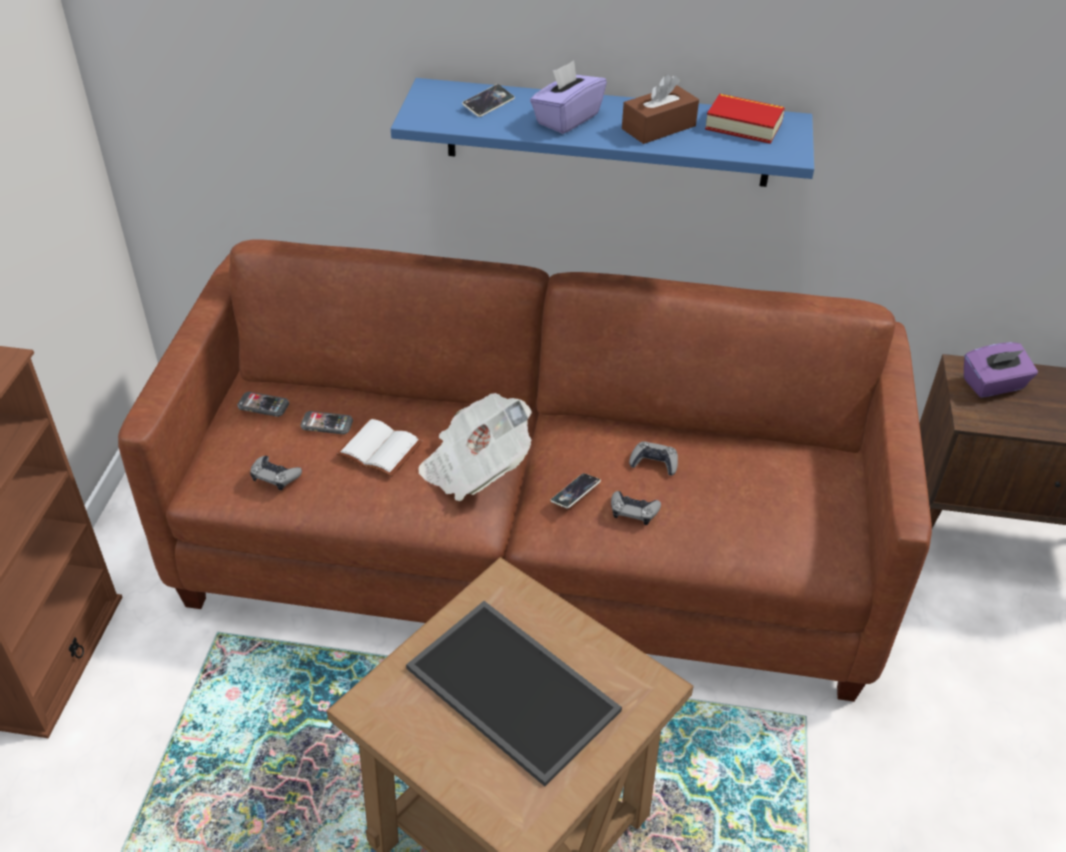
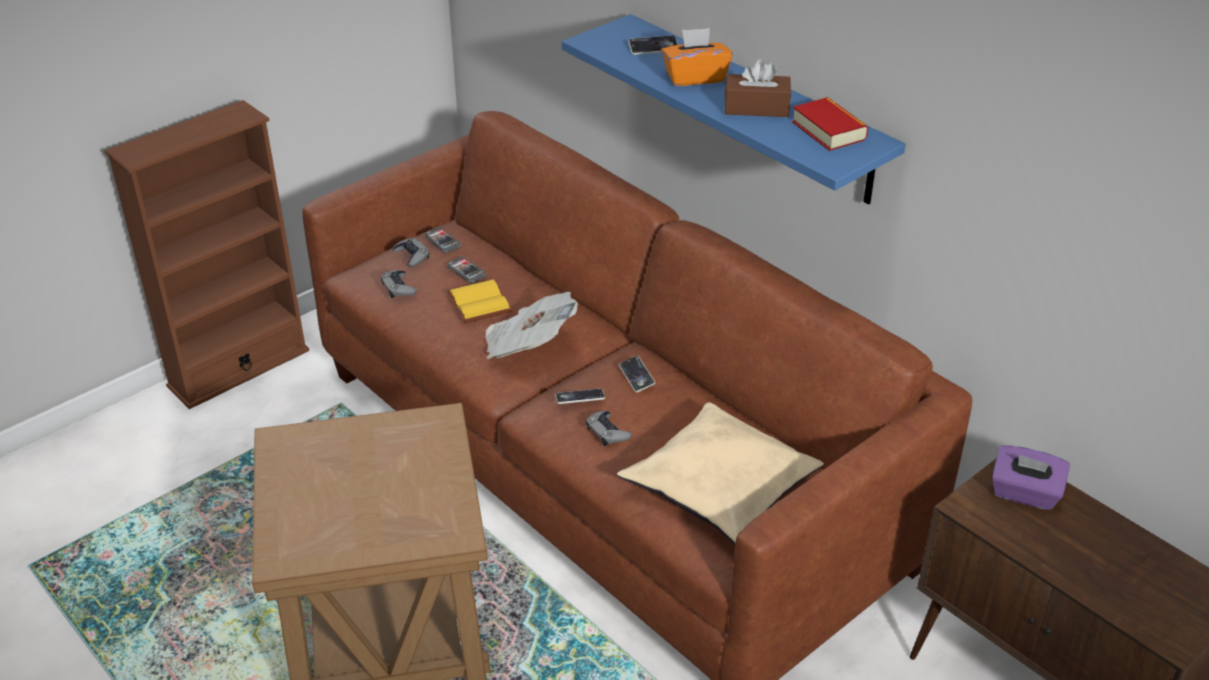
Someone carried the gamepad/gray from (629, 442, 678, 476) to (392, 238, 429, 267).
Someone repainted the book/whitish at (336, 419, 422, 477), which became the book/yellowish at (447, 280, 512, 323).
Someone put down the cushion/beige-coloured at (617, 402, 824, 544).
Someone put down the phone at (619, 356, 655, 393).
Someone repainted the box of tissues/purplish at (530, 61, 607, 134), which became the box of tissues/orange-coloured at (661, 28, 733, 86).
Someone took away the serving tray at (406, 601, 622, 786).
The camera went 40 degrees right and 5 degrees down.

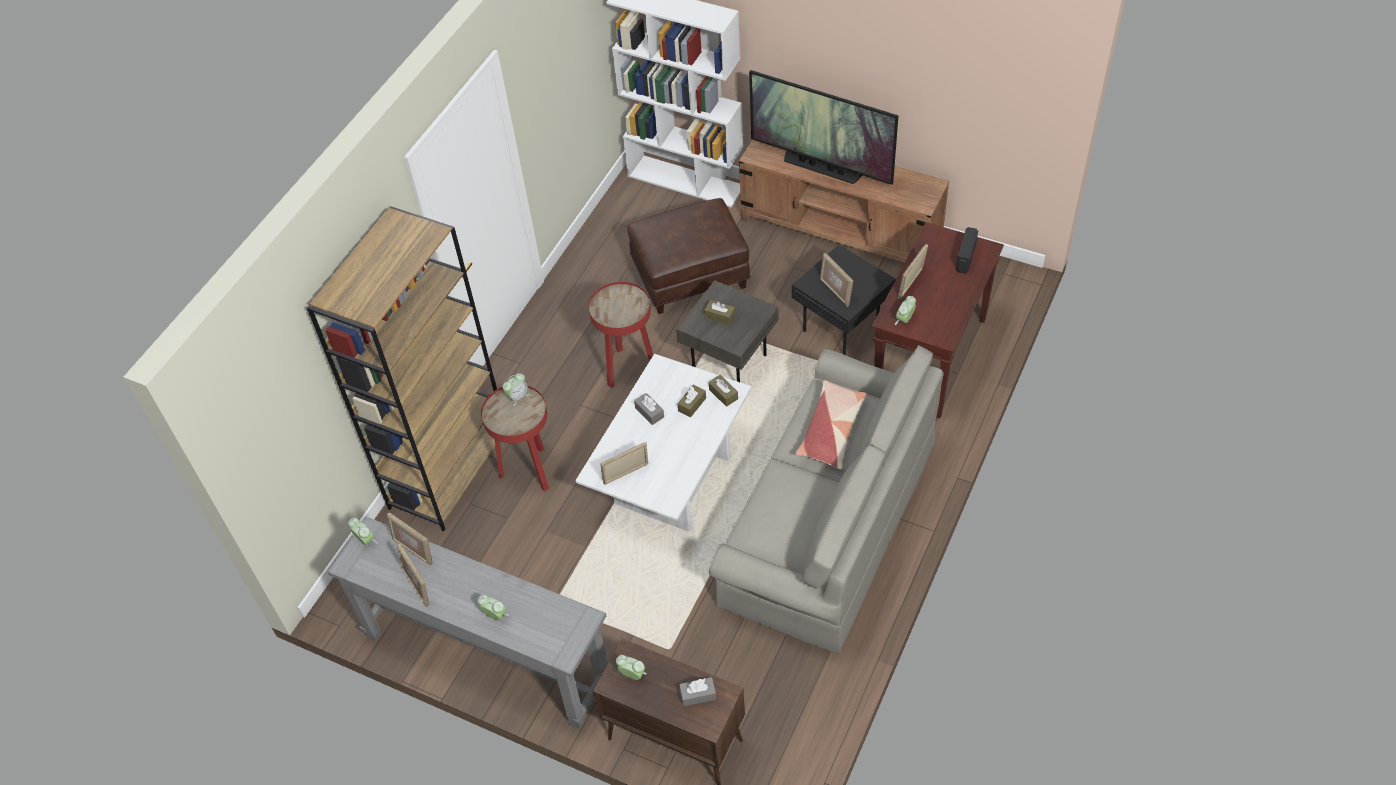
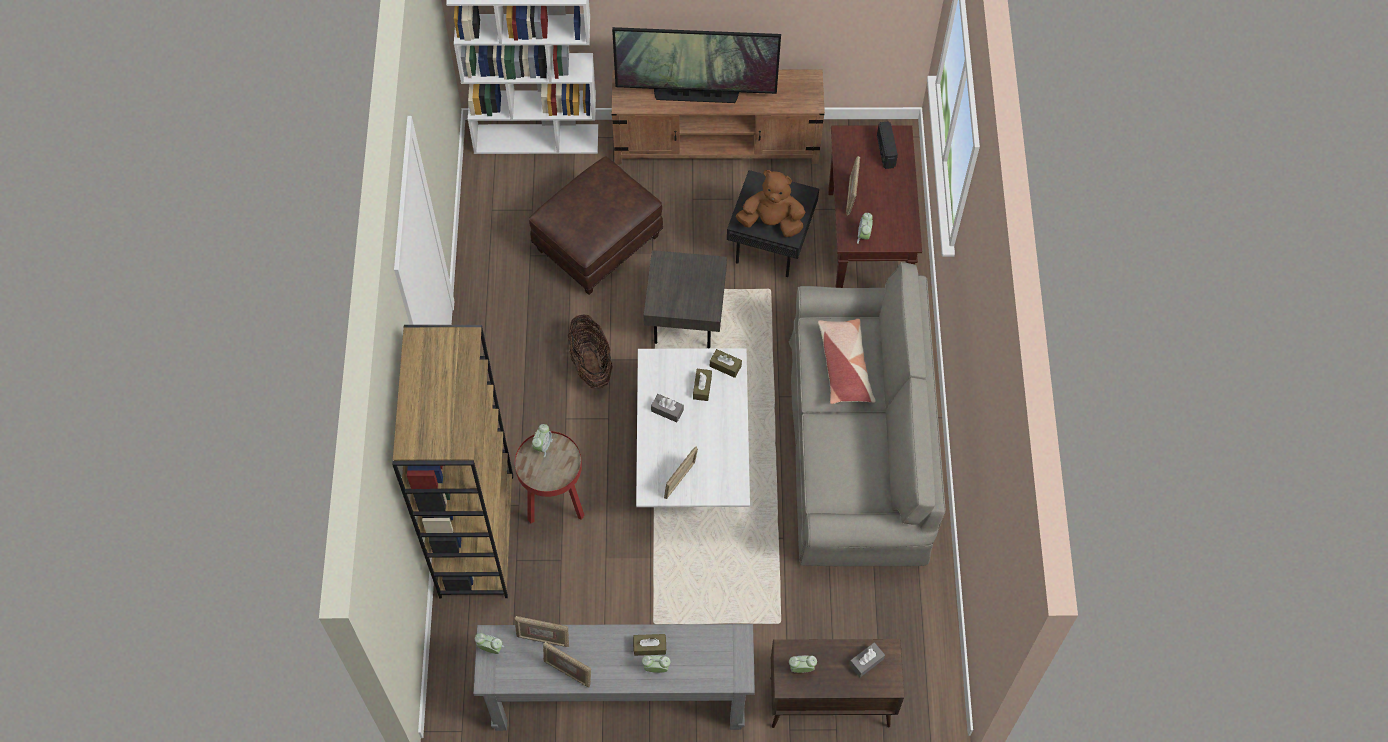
Someone swapped the end table/reddish at (589, 282, 653, 388) for the household basket at (568, 314, 613, 388).
Someone carried the box of tissues/brownish from (704, 300, 735, 325) to (633, 634, 666, 656).
Someone swapped the picture frame at (820, 253, 853, 307) for the plush toy/brownish at (736, 170, 805, 237).
The camera went 30 degrees left and 10 degrees up.

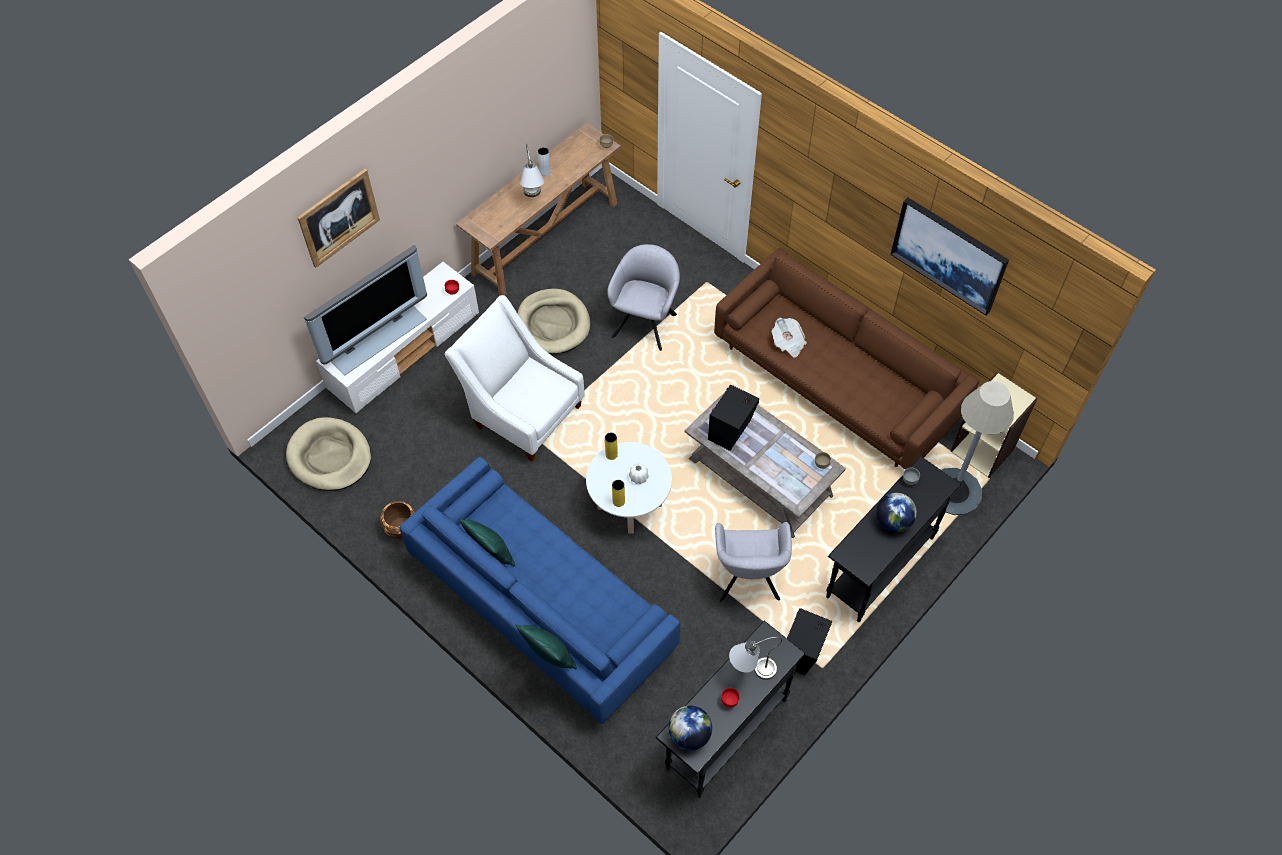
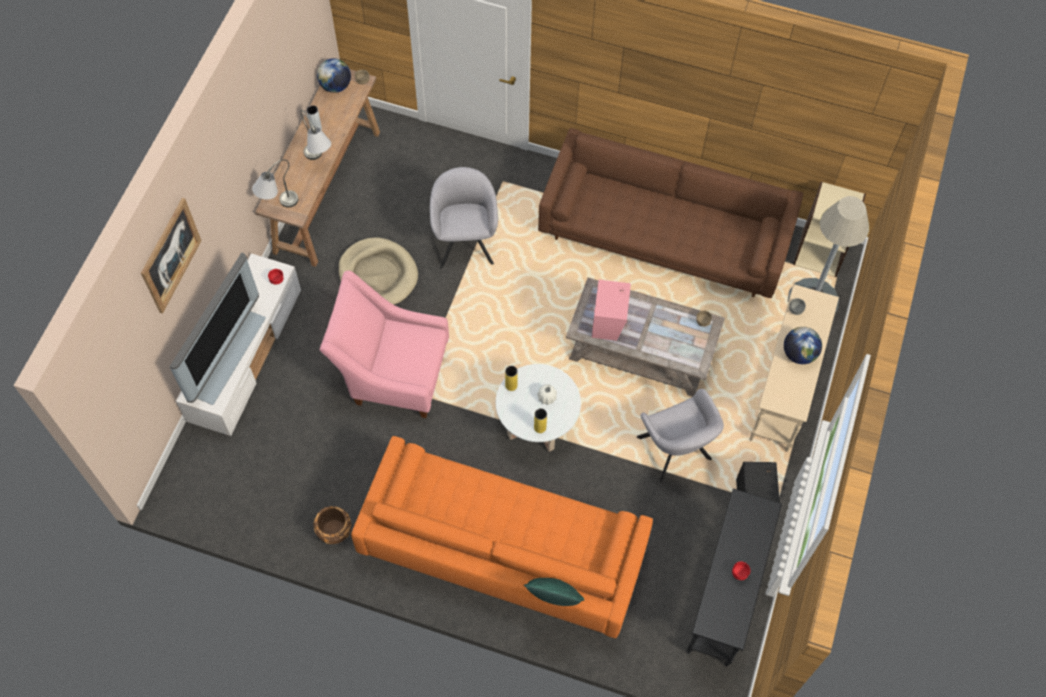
Someone carried the lamp for a table/gray from (729, 637, 782, 680) to (252, 159, 298, 208).
Someone carried the desk globe from (669, 705, 712, 750) to (317, 58, 351, 93).
Someone repainted the lounge chair/whitish at (444, 295, 585, 462), which became the lounge chair/pinkish at (320, 270, 449, 418).
Someone repainted the sofa/blue at (400, 457, 680, 724), which became the sofa/orange-coloured at (351, 436, 653, 638).
Someone repainted the loudspeaker/black at (708, 385, 759, 451), which became the loudspeaker/pinkish at (592, 280, 631, 341).
Someone repainted the hall table/black at (826, 456, 961, 622), which became the hall table/beige-coloured at (749, 284, 839, 452).
Someone took away the dog cushion/beige-coloured at (286, 417, 371, 491).
Someone took away the cushion/green at (459, 518, 515, 566).
Someone took away the newspaper at (772, 318, 807, 358).
Someone took away the wall picture at (890, 198, 1009, 315).
The camera went 25 degrees left and 5 degrees up.

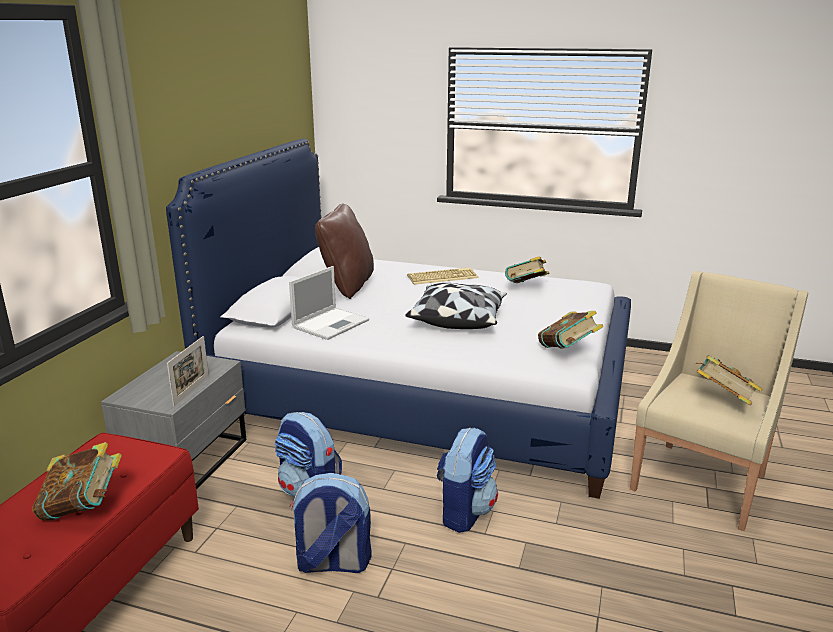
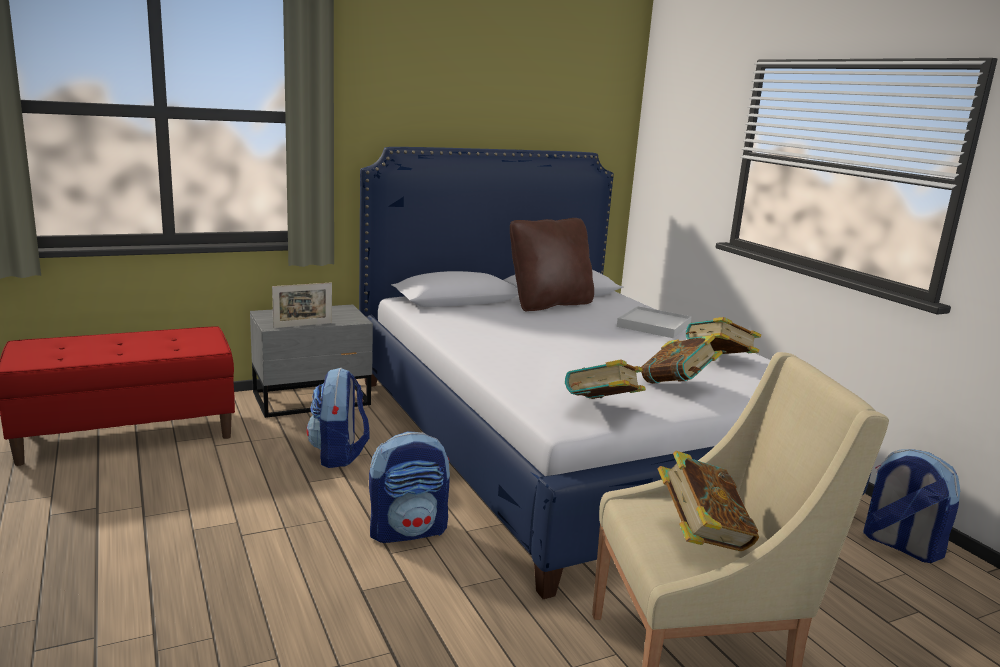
Someone swapped the PC keyboard at (407, 267, 478, 285) for the serving tray/whitish at (617, 306, 692, 338).
Someone carried the book from (32, 442, 122, 521) to (641, 335, 723, 384).
Someone carried the backpack from (290, 473, 372, 573) to (863, 449, 960, 563).
Someone took away the portable computer at (289, 266, 369, 340).
Someone took away the cushion at (405, 283, 507, 329).
The camera went 45 degrees right and 5 degrees down.

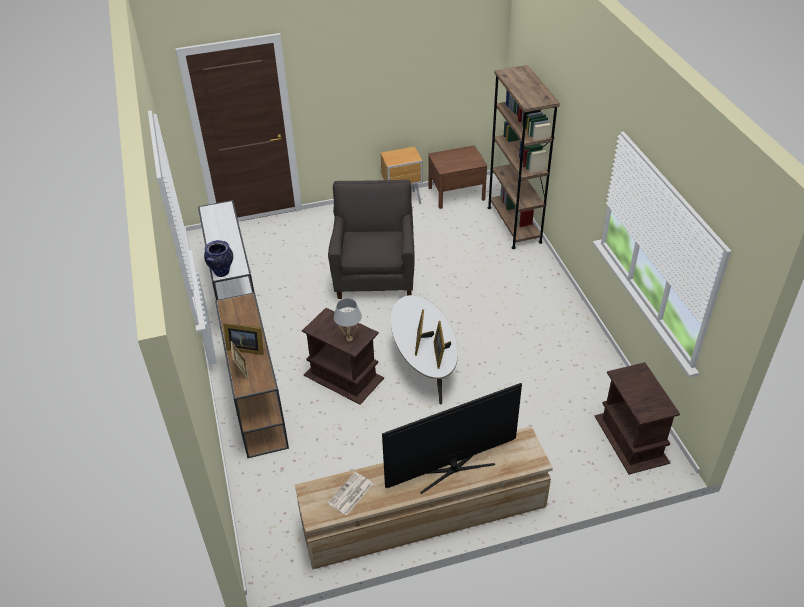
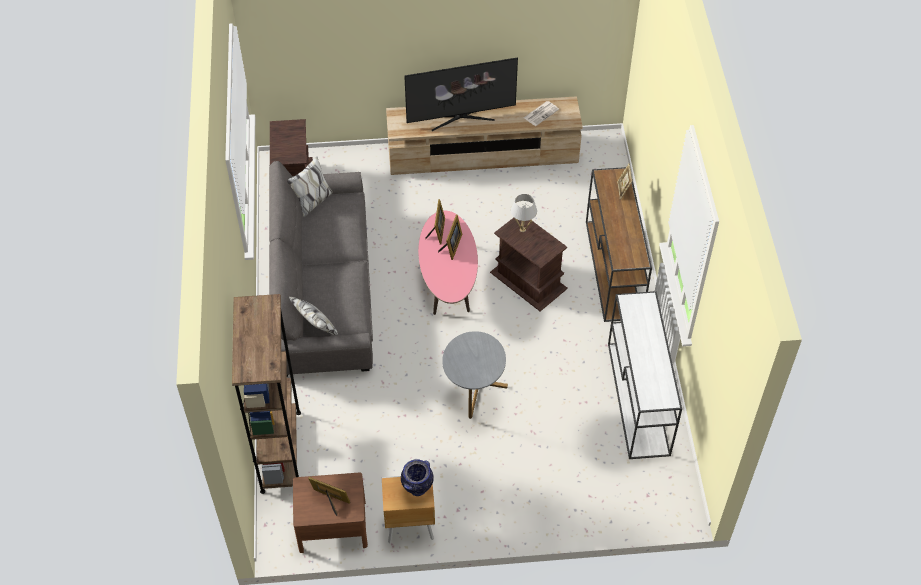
Someone put down the sofa/gray at (269, 156, 373, 377).
Someone carried the picture frame from (223, 323, 264, 355) to (308, 477, 350, 516).
Someone carried the decorative vase from (204, 240, 233, 277) to (401, 459, 434, 496).
Someone repainted the low table/whitish at (391, 295, 458, 405), which became the low table/pinkish at (418, 211, 478, 315).
Someone swapped the lounge chair/gray at (328, 179, 415, 299) for the end table/gray at (442, 331, 508, 419).
The camera went 170 degrees left and 10 degrees up.

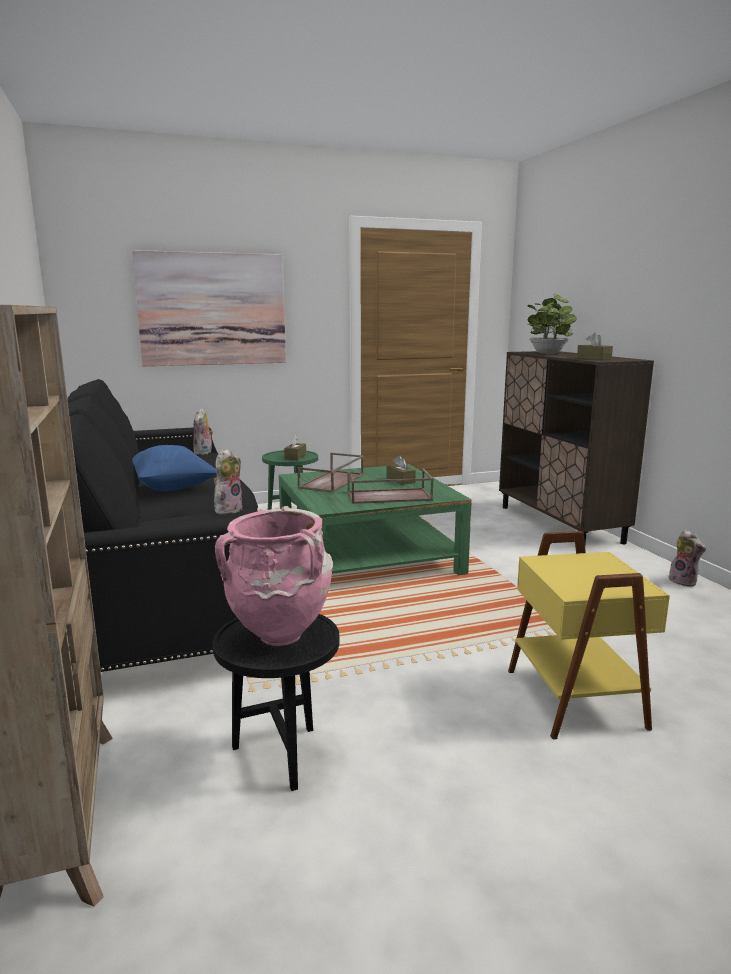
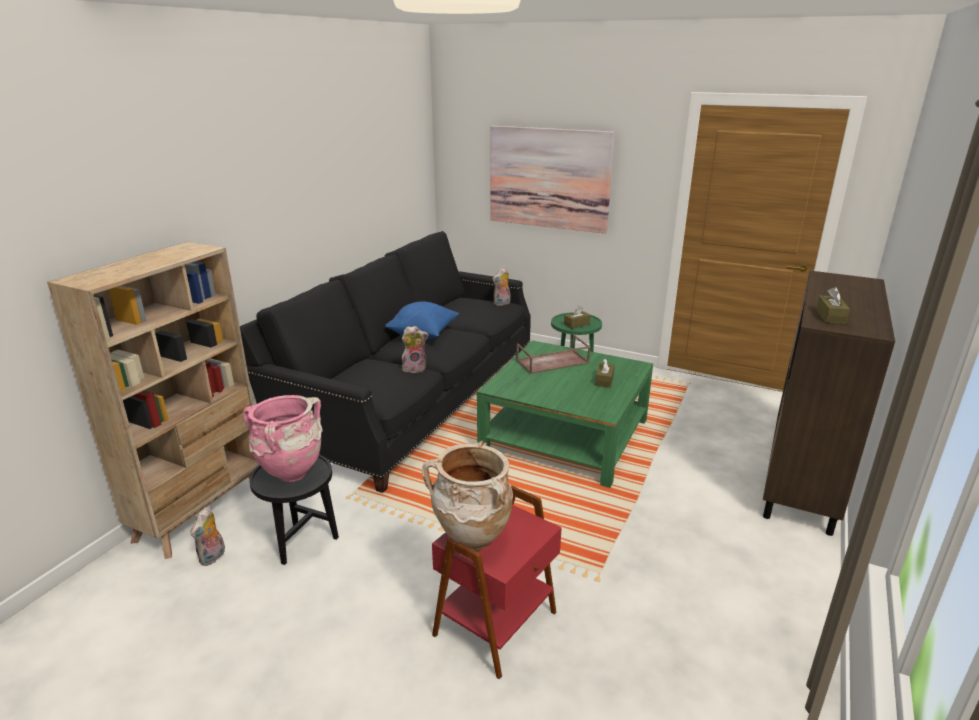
Someone carried the plush toy from (668, 530, 706, 587) to (191, 507, 225, 566).
Someone put down the decorative vase/beige-coloured at (422, 441, 513, 551).
Someone repainted the end table/yellowish at (508, 531, 670, 739), which became the end table/reddish at (432, 486, 562, 679).
Someone took away the serving tray/brownish at (347, 469, 434, 504).
Someone took away the plant in a pot at (527, 294, 577, 354).
The camera went 45 degrees right and 10 degrees up.

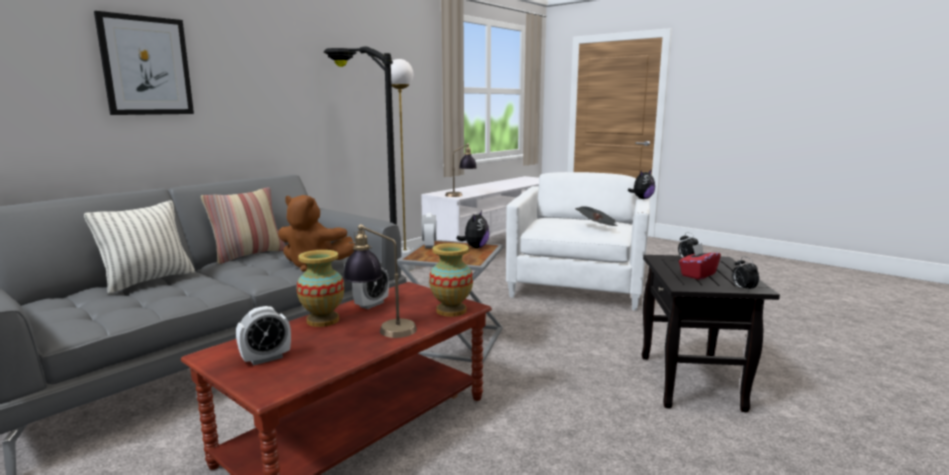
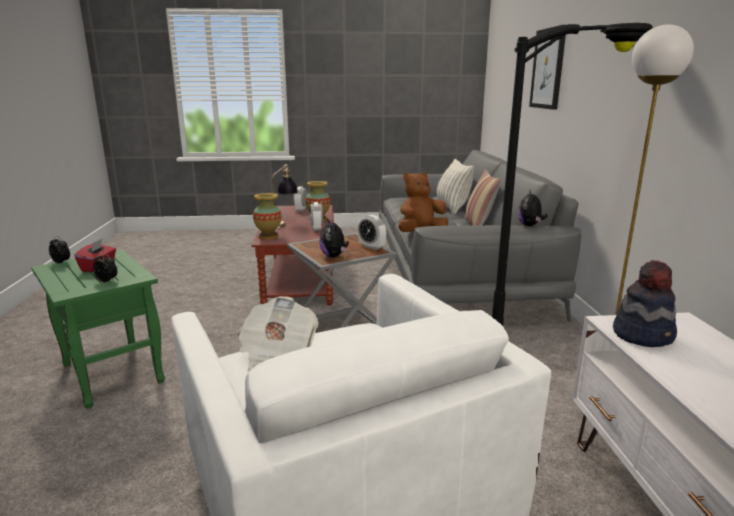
Someone repainted the end table/black at (642, 255, 780, 412), which became the end table/green at (31, 250, 165, 409).
Someone carried the plush toy from (628, 169, 655, 199) to (518, 191, 548, 226).
Someone swapped the lamp for a table at (445, 143, 477, 197) for the hat at (613, 260, 677, 347).
The camera went 135 degrees right and 5 degrees up.

